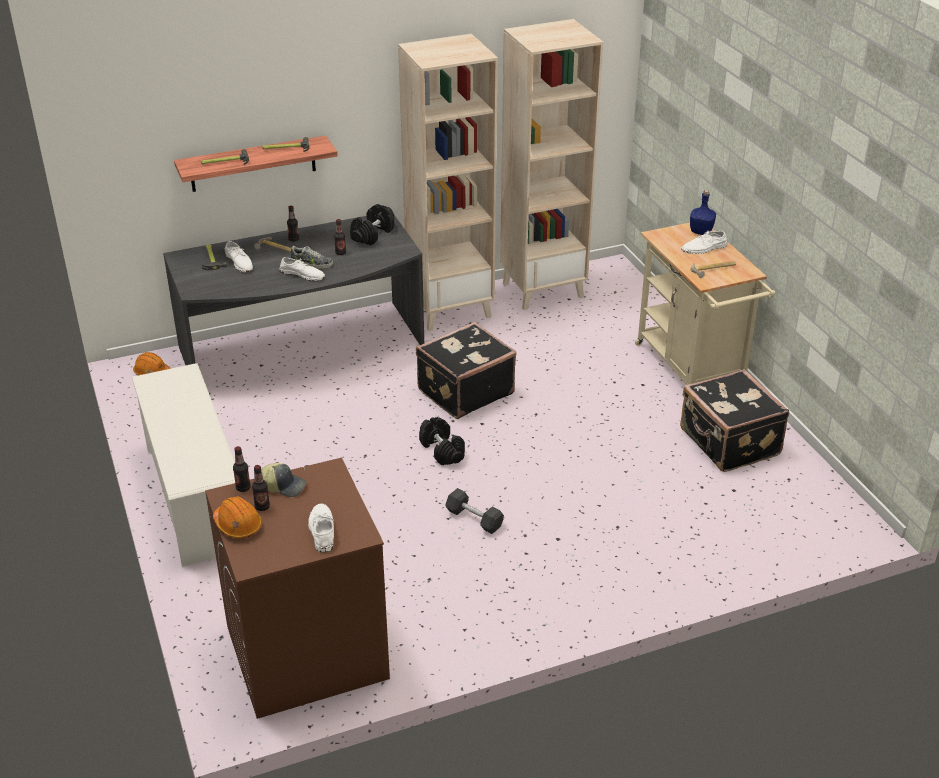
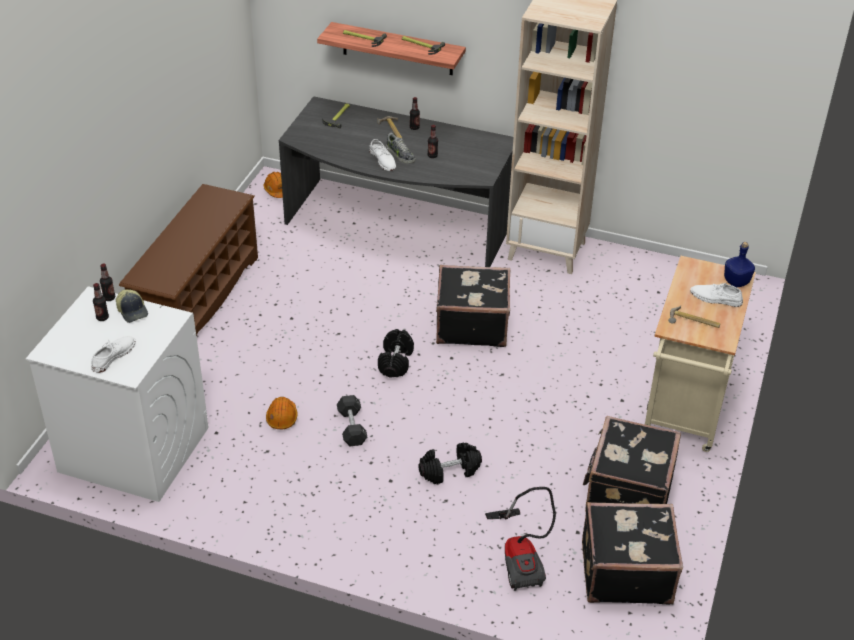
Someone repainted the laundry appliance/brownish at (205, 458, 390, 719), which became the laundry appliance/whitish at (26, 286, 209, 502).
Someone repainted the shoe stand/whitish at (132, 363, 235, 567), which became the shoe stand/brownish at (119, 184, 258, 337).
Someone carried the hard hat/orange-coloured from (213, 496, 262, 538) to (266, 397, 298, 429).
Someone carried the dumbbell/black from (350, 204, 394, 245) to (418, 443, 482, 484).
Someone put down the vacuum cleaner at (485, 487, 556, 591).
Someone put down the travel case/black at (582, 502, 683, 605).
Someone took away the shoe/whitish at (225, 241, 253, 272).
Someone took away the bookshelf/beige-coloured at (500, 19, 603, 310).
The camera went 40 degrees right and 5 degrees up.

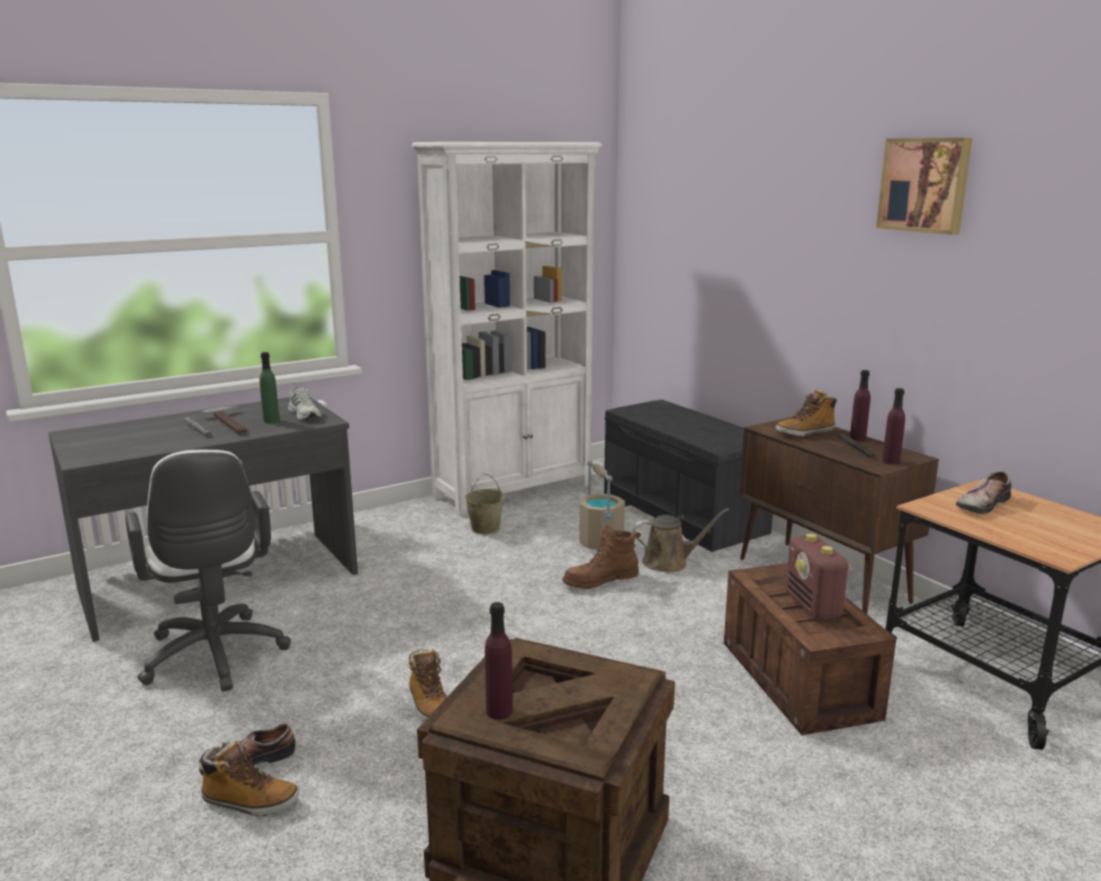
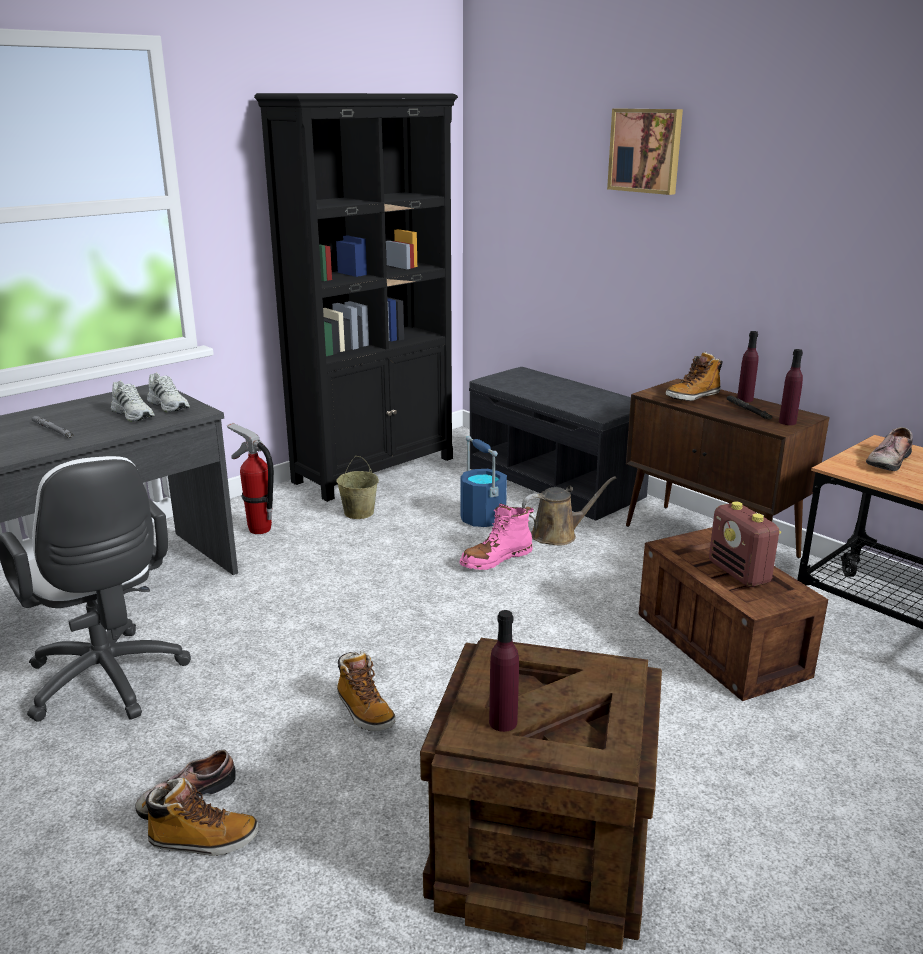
Someone swapped the drink bottle/green at (259, 352, 280, 423) for the shoe/whitish at (111, 381, 155, 422).
Someone put down the fire extinguisher at (227, 423, 274, 534).
Someone repainted the bookshelf/whitish at (412, 142, 602, 516), which became the bookshelf/black at (254, 93, 458, 502).
Someone repainted the high-top boot/brownish at (562, 526, 641, 589), which became the high-top boot/pinkish at (459, 503, 534, 570).
Someone repainted the pail/beige-coloured at (579, 461, 625, 550), which became the pail/blue at (460, 436, 507, 527).
Someone carried the wall picture from (876, 138, 972, 235) to (607, 109, 683, 195).
Someone took away the hammer at (202, 406, 248, 434).
The camera went 10 degrees left and 5 degrees up.

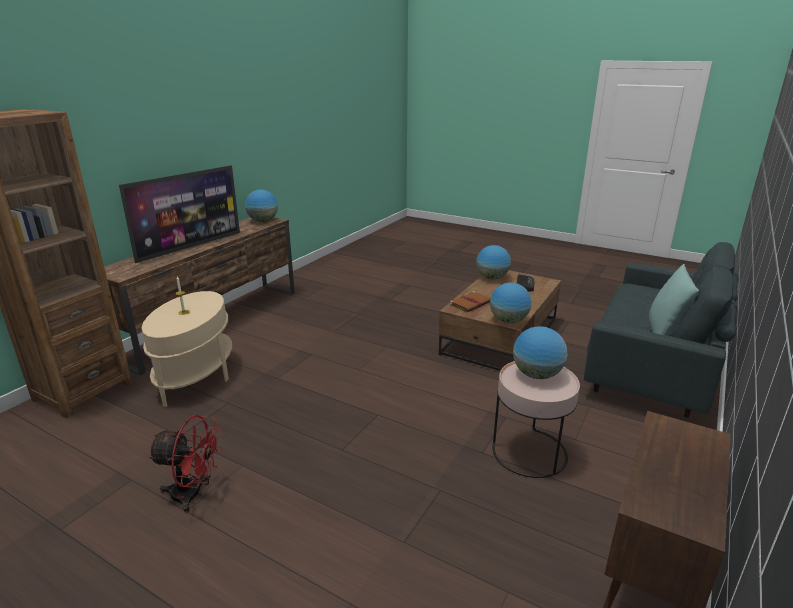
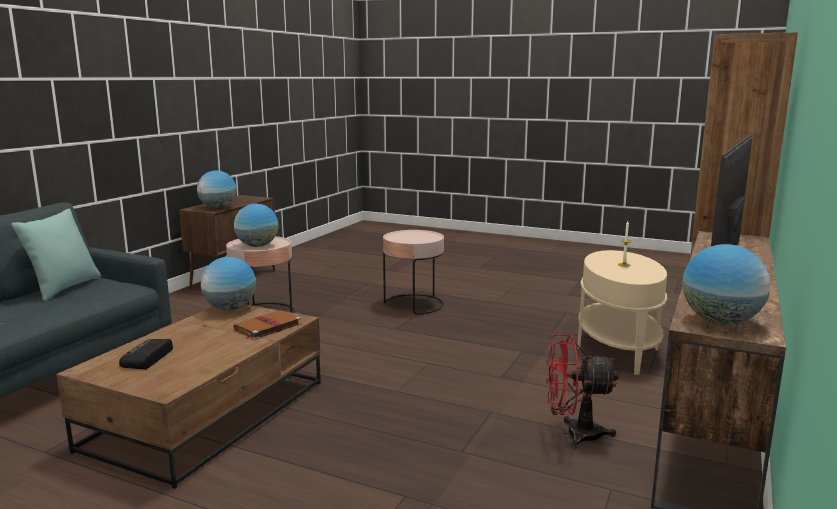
Someone carried the desk globe from (476, 245, 511, 279) to (197, 170, 237, 209).
Someone put down the end table/pinkish at (383, 230, 444, 315).
Someone carried the electric fan/reddish from (148, 415, 222, 513) to (546, 335, 619, 449).
The camera went 175 degrees right and 10 degrees down.

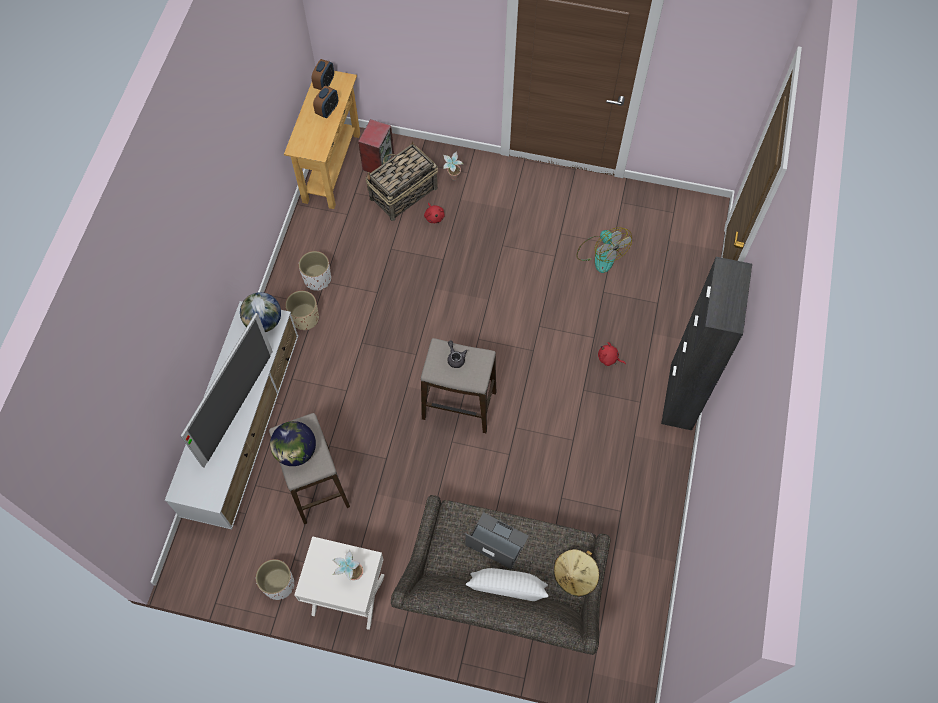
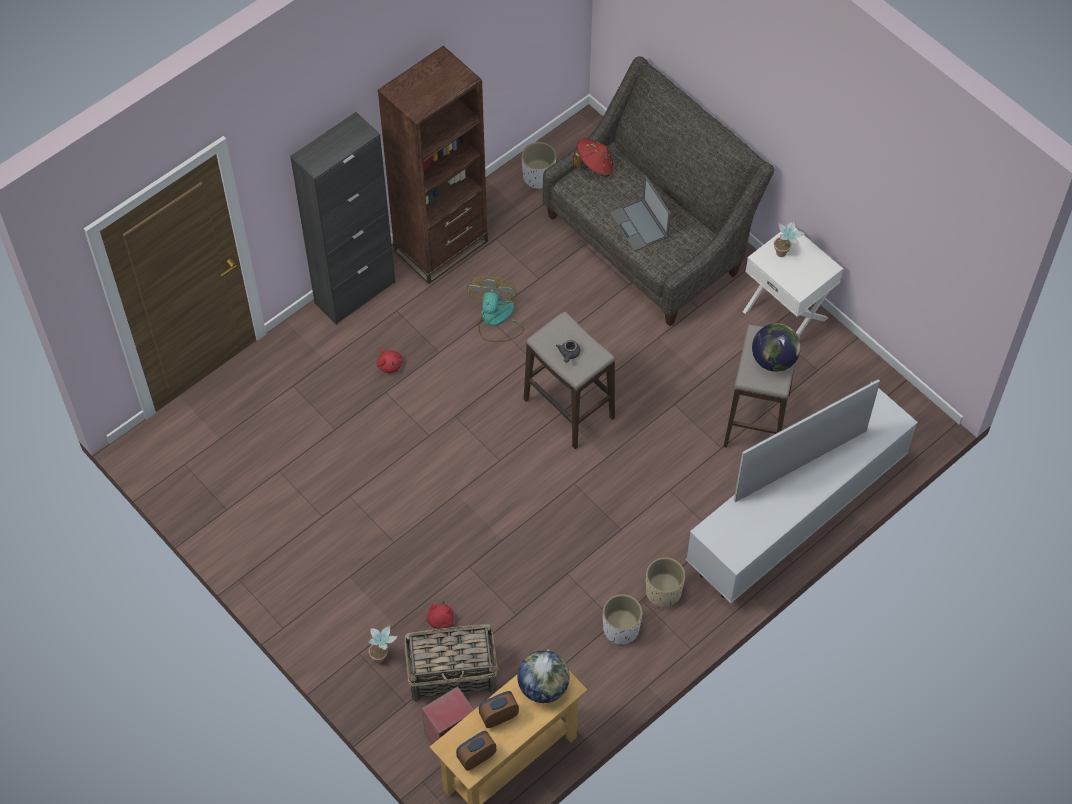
Someone put down the bookshelf/brownish at (378, 46, 488, 284).
Someone carried the electric fan from (576, 227, 632, 273) to (467, 276, 524, 342).
Someone carried the desk globe from (240, 292, 281, 332) to (517, 650, 570, 703).
Someone carried the plant pot/whitish from (256, 559, 294, 600) to (521, 142, 556, 189).
Someone repainted the hat/beige-coloured at (554, 549, 600, 596), which became the hat/reddish at (573, 138, 614, 176).
Someone took away the cushion/whitish at (466, 568, 549, 601).
The camera went 145 degrees left and 5 degrees down.

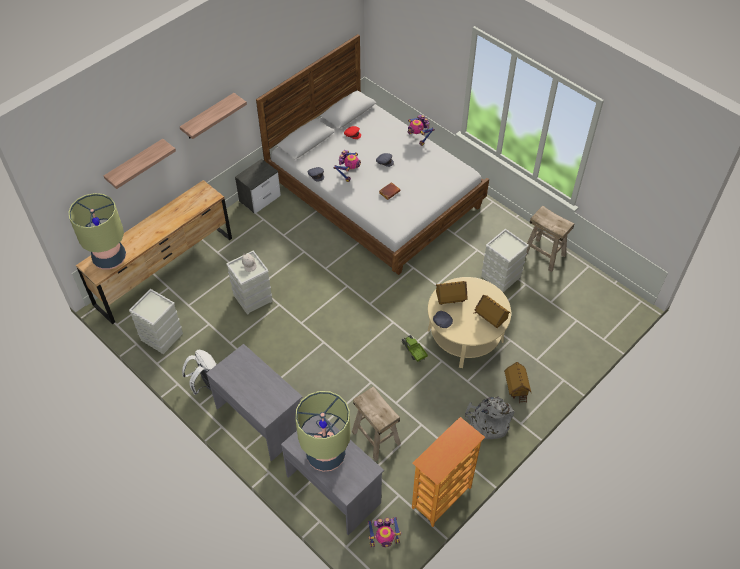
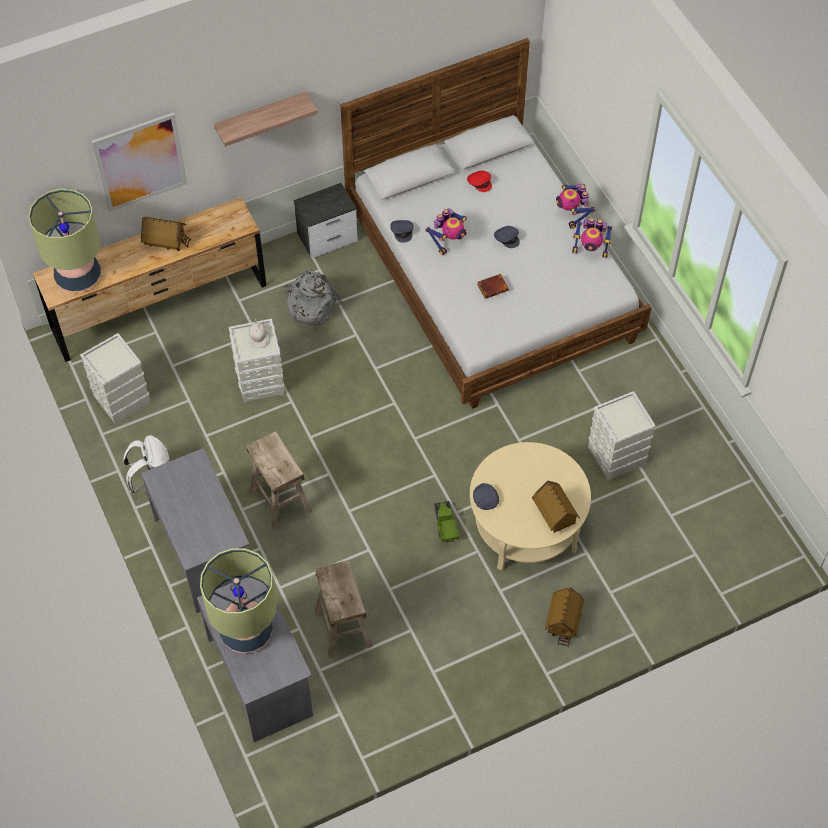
Someone swapped the shelf at (104, 139, 176, 189) for the wall picture at (91, 112, 187, 212).
Someone carried the model house from (435, 281, 467, 305) to (141, 217, 191, 251).
Someone carried the stool/beige-coloured from (526, 206, 575, 272) to (247, 431, 312, 530).
Someone carried the backpack/gray from (465, 397, 515, 440) to (284, 271, 342, 326).
Someone carried the model robot from (368, 517, 402, 547) to (572, 218, 612, 258).
Someone took away the bookshelf at (412, 417, 485, 527).
The camera went 20 degrees right and 5 degrees up.

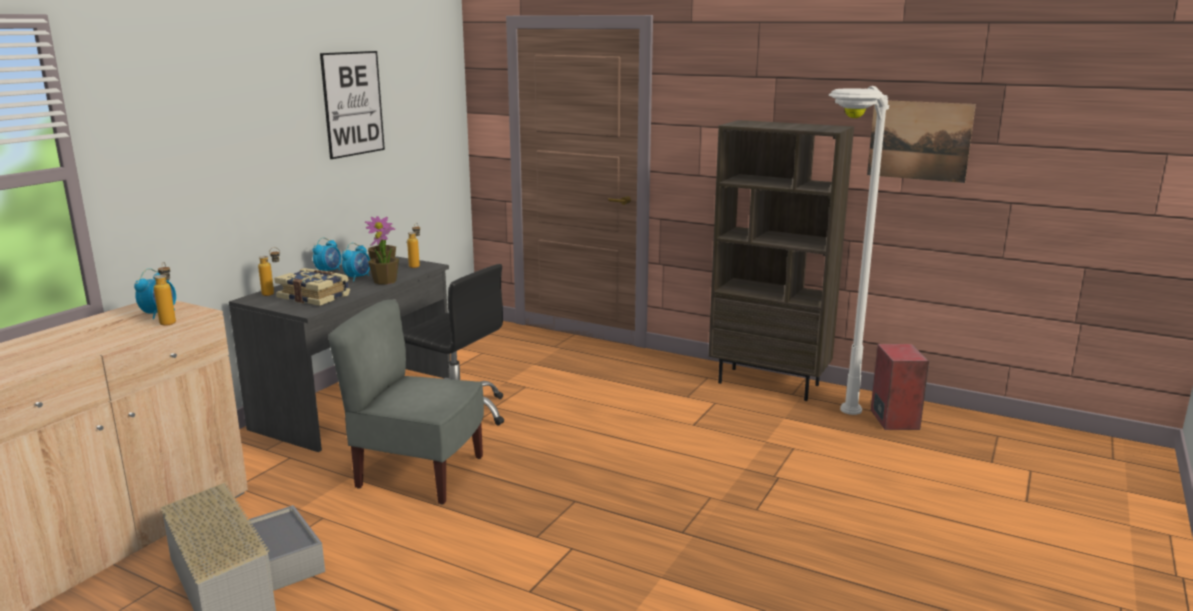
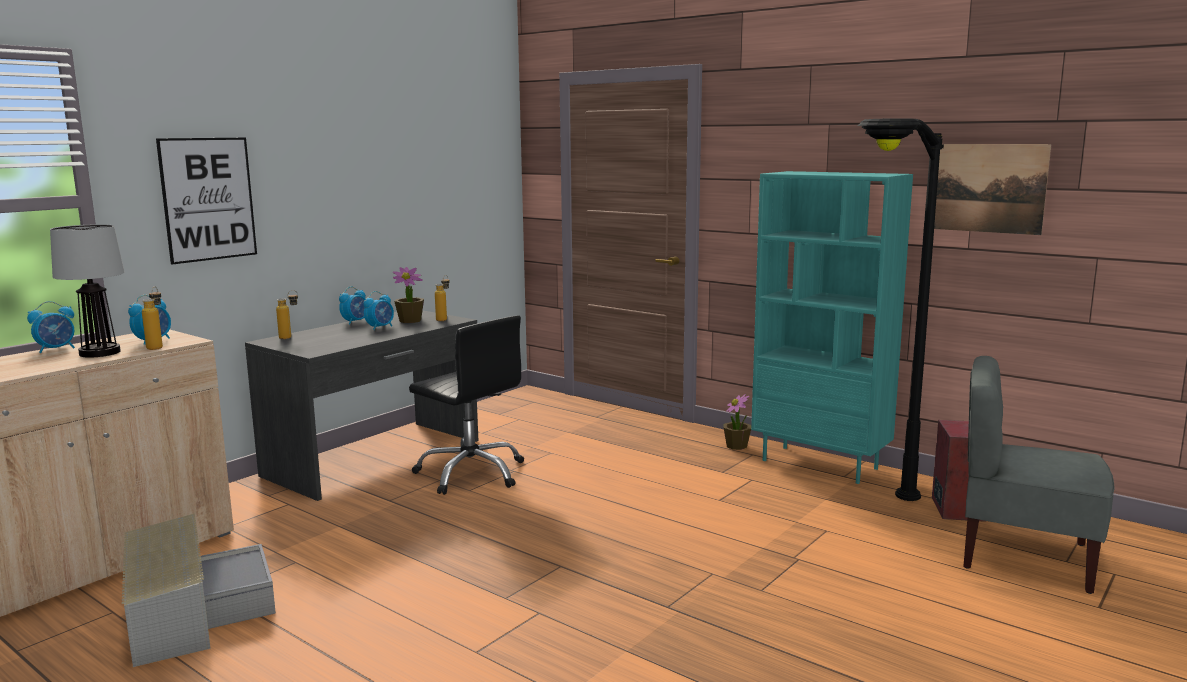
Someone put down the bedside clock at (27, 301, 75, 353).
Someone put down the lamp for a table at (50, 224, 125, 358).
Someone carried the wall picture from (320, 51, 385, 159) to (156, 138, 257, 265).
Someone carried the plant in a pot from (368, 227, 399, 285) to (723, 394, 751, 450).
Someone repainted the bookshelf/brownish at (708, 120, 854, 401), which became the bookshelf/blue-green at (751, 171, 913, 484).
Someone repainted the floor lamp/whitish at (828, 86, 889, 415), which became the floor lamp/black at (858, 118, 944, 501).
Someone carried the plain chair/gray from (328, 299, 484, 505) to (963, 356, 1114, 594).
Someone took away the book at (274, 268, 350, 306).
The camera went 10 degrees right and 5 degrees down.

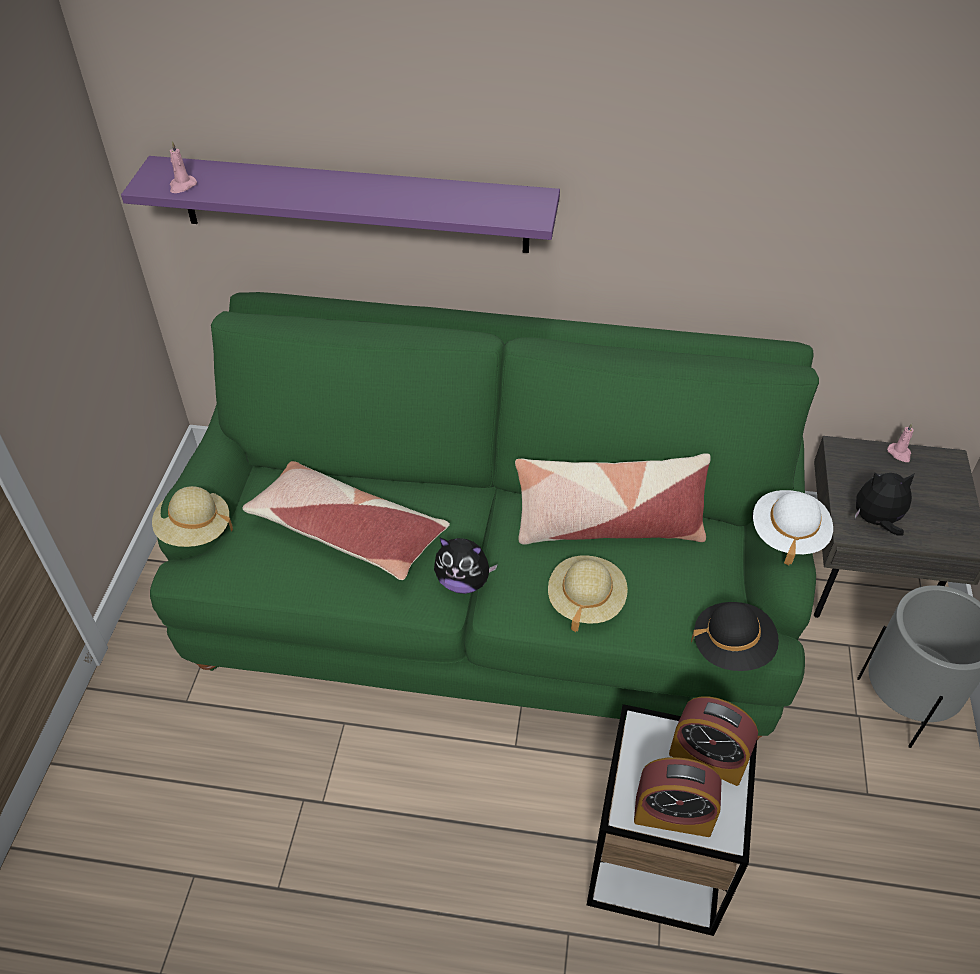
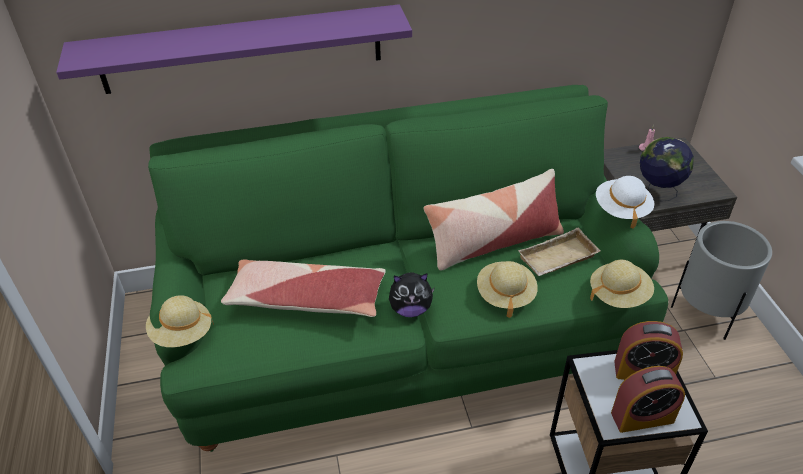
Someone put down the serving tray/beige-coloured at (518, 227, 600, 276).
Someone repainted the hat/black at (691, 602, 779, 671), which became the hat/beige-coloured at (590, 260, 654, 308).
Someone swapped the plush toy at (855, 473, 915, 536) for the desk globe at (640, 137, 694, 202).
Someone took away the wax candle/pinkish at (170, 141, 197, 193).
The camera went 20 degrees left and 5 degrees down.

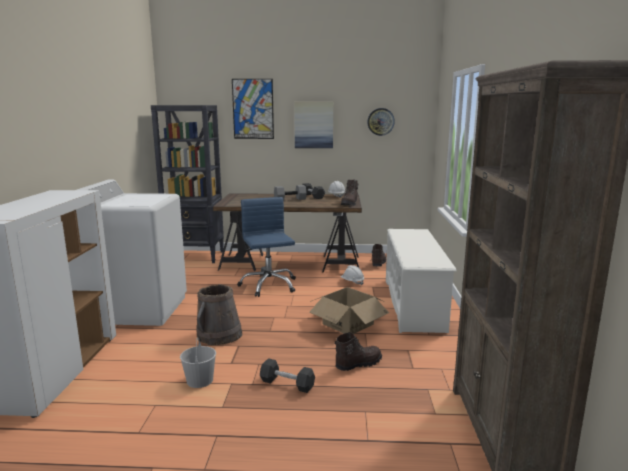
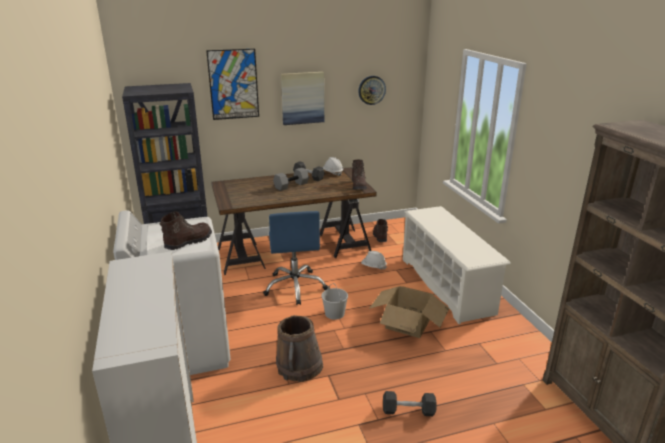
Someone carried the high-top boot/brownish from (335, 332, 382, 371) to (160, 211, 212, 250).
Someone rotated the office chair/blue at (237, 197, 296, 297) by 150 degrees counterclockwise.
Someone carried the pail/whitish from (180, 338, 216, 388) to (322, 283, 348, 320).
The camera went 20 degrees left and 10 degrees up.

